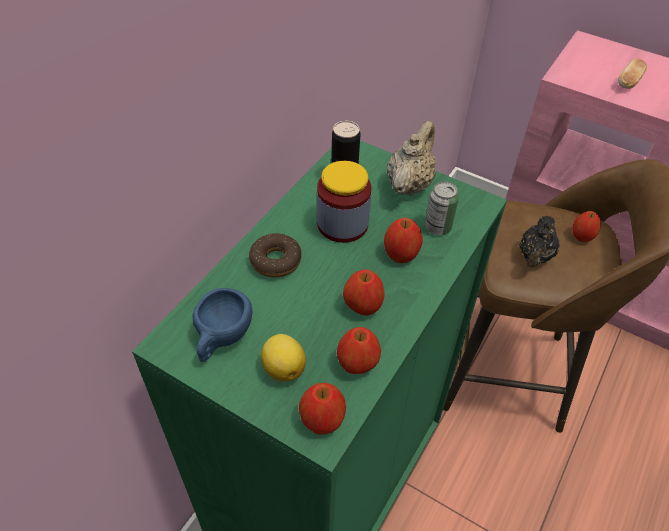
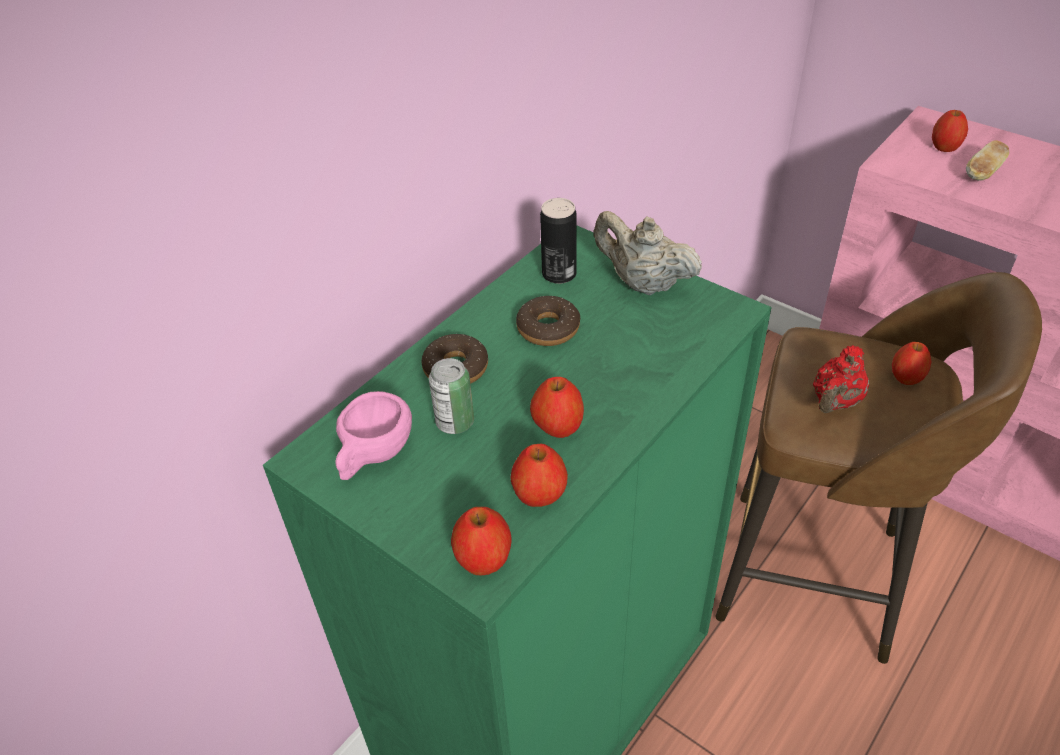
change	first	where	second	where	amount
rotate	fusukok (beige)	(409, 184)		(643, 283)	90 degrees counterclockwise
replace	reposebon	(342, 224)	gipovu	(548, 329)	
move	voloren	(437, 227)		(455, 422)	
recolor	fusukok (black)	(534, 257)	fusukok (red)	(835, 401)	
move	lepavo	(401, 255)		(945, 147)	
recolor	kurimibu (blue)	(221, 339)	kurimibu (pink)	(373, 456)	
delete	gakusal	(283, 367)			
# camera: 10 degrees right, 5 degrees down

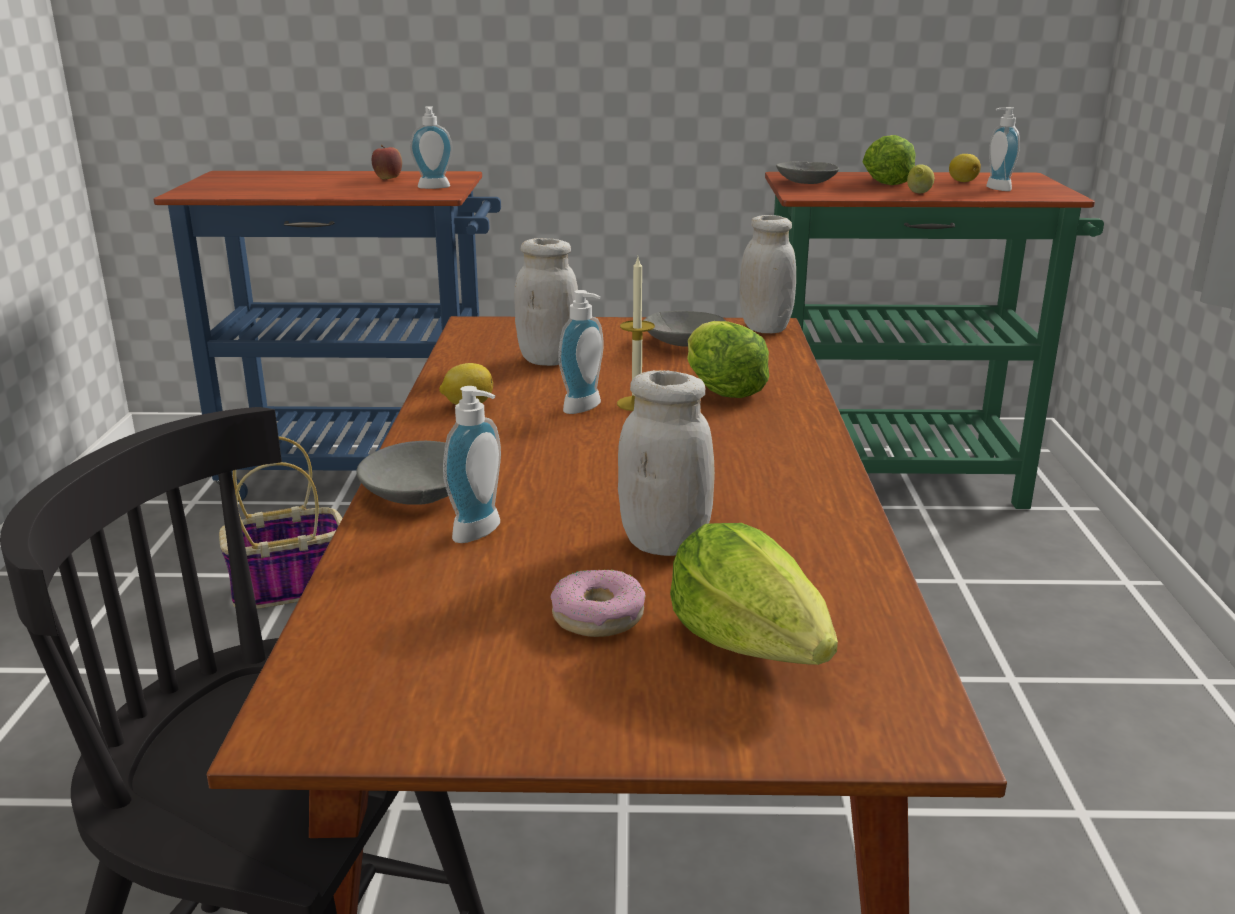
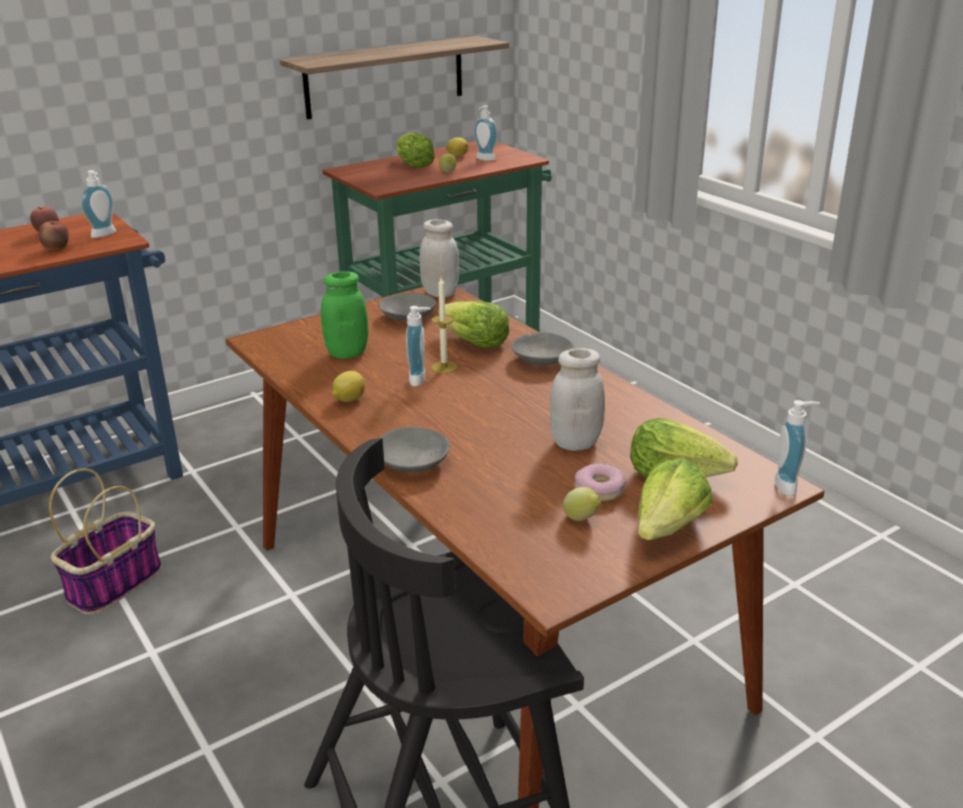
change	first	where	second	where	amount
move	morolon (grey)	(807, 182)		(542, 359)	
recolor	reposebon (white)	(548, 360)	reposebon (green)	(347, 353)	
move	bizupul	(482, 533)		(790, 485)	
insert			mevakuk	(385, 77)	
insert			lepavo	(57, 249)	
insert			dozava	(669, 527)	
insert			gakusal	(582, 519)	
# camera: 35 degrees left, 5 degrees up

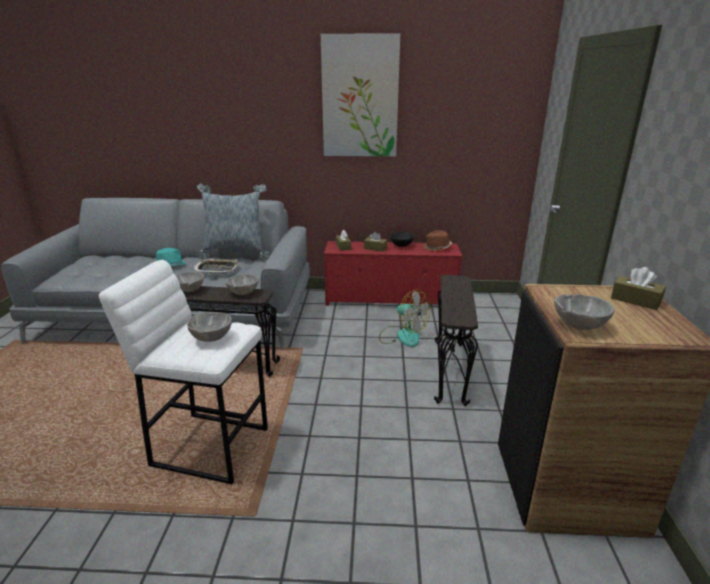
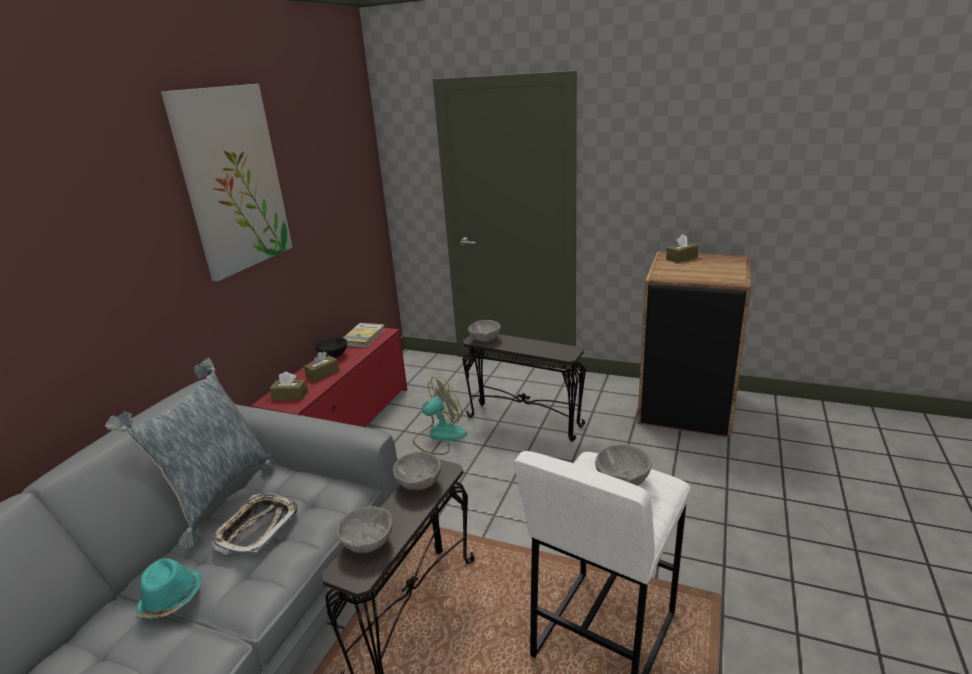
change	first	where	second	where	amount
replace	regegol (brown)	(437, 248)	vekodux	(363, 337)	
move	morolon (grey)	(578, 325)		(485, 340)	
# camera: 70 degrees left, 0 degrees up

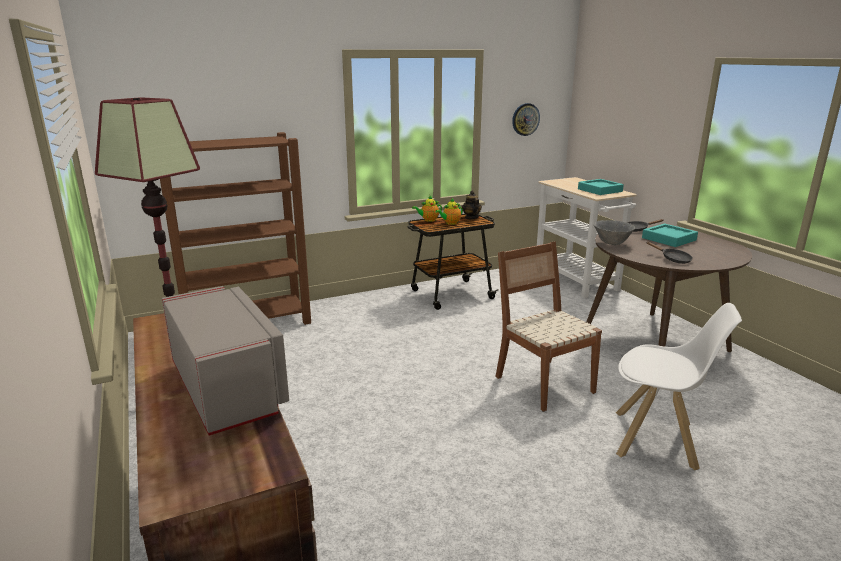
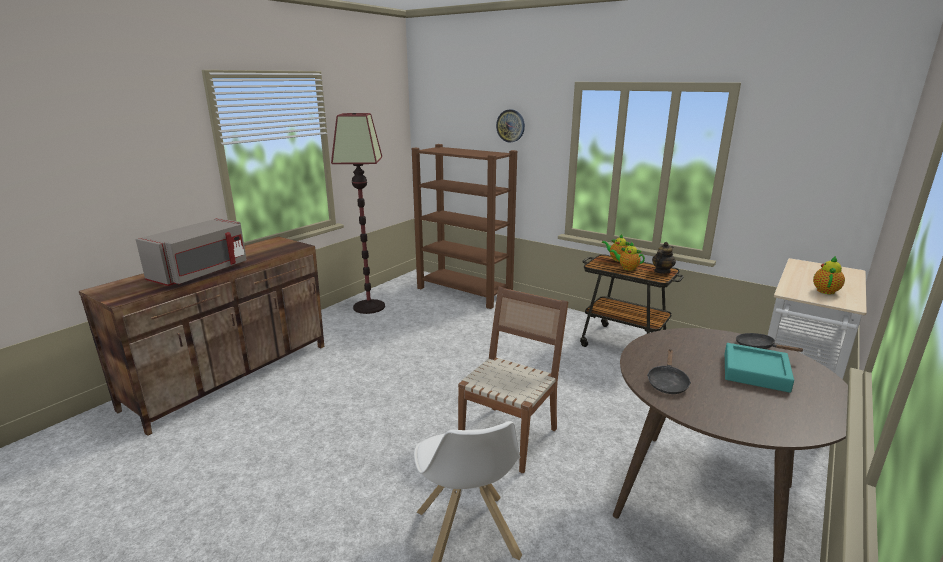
change	first	where	second	where	amount
move	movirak	(525, 119)		(510, 126)	
replace	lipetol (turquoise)	(600, 190)	fusukok	(825, 290)	
delete	morolon (grey)	(611, 243)			
# camera: 60 degrees right, 0 degrees up

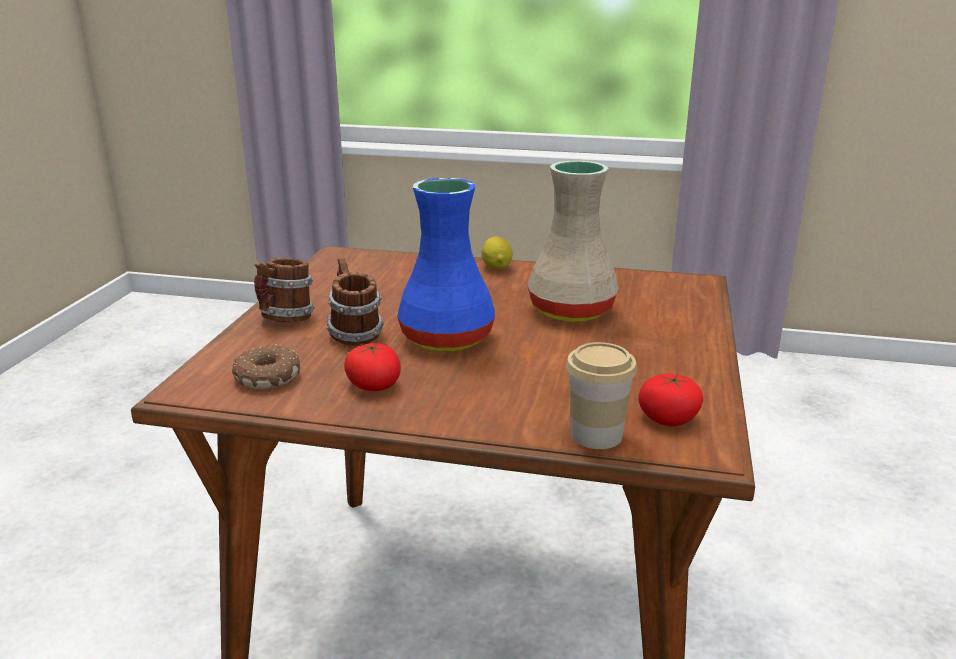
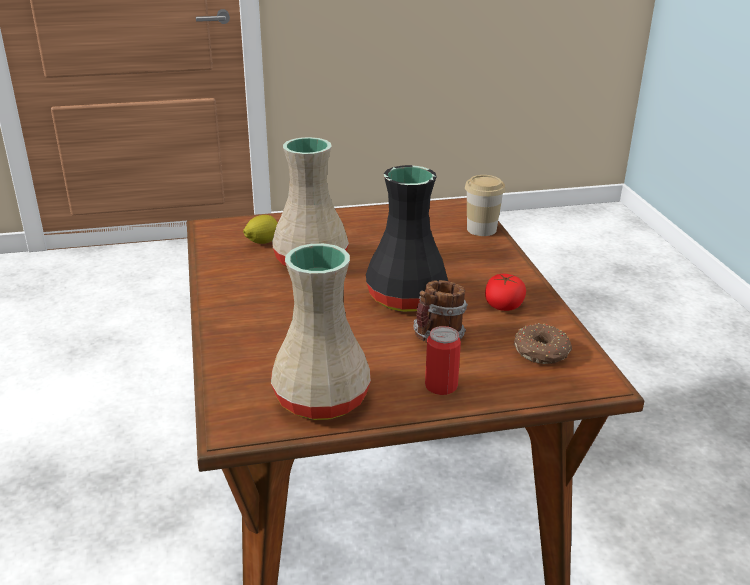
change	first	where	second	where	amount
recolor	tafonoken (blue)	(444, 337)	tafonoken (black)	(405, 299)	
move	gakusal	(496, 267)		(262, 242)	
replace	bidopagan	(286, 319)	voloren	(441, 386)	
delete	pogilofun	(668, 418)			
insert			tafonoken (beige)	(320, 401)	
# camera: 115 degrees left, 5 degrees up

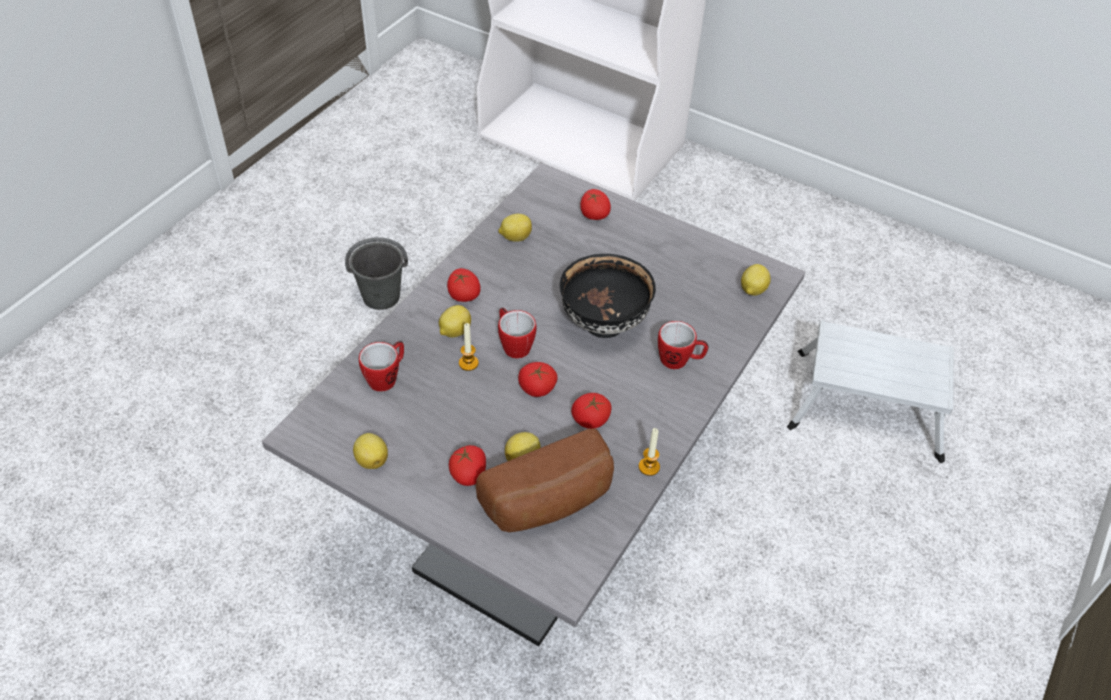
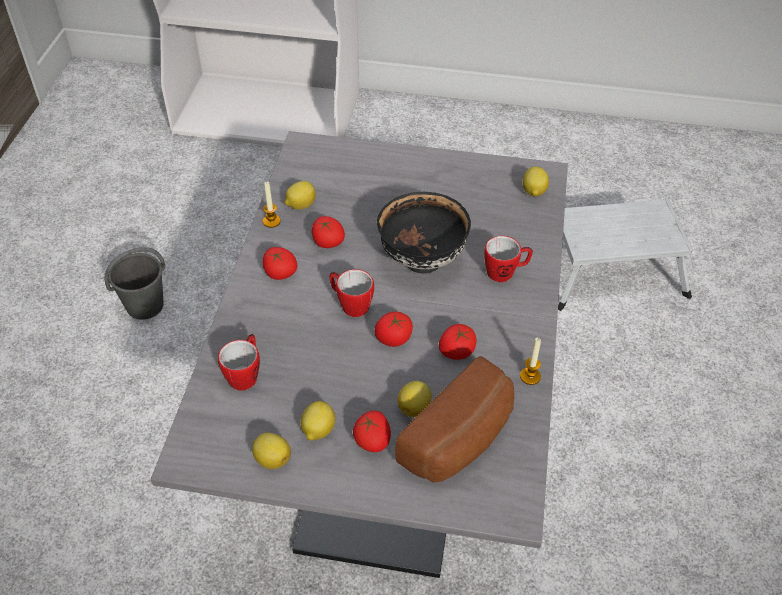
change	first	where	second	where	amount
move	pogilofun	(594, 215)		(327, 242)	
move	gakusal	(454, 331)		(318, 430)	
move	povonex	(468, 363)		(271, 221)	
# camera: 20 degrees left, 0 degrees up

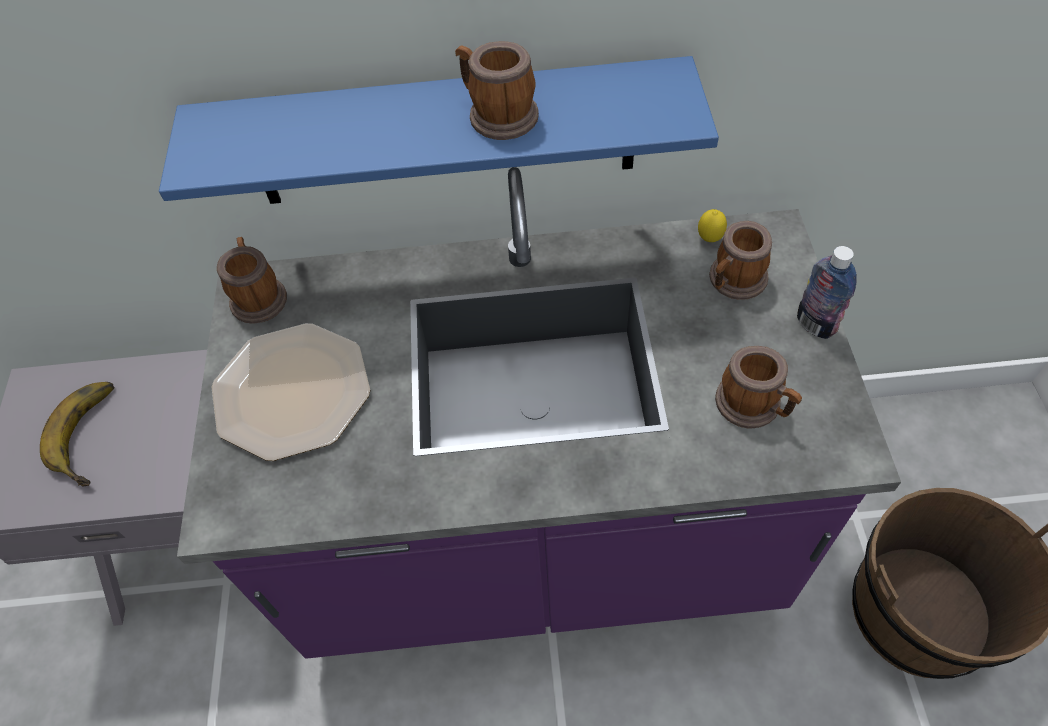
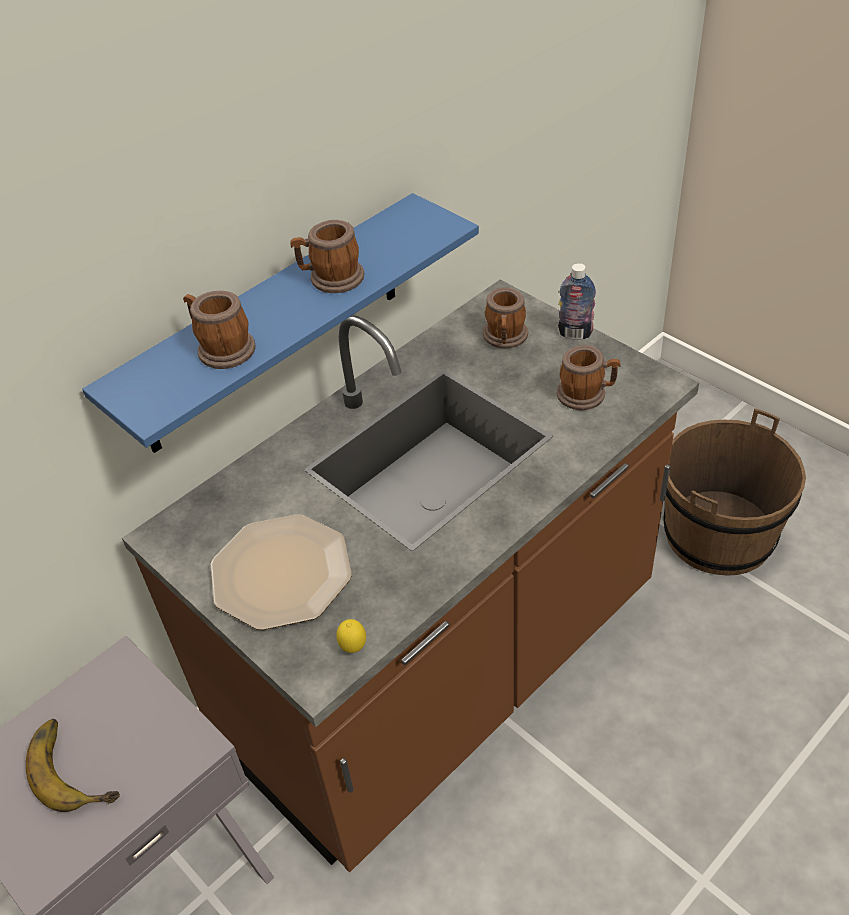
change	first	where	second	where	amount
recolor	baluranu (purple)	(538, 544)	baluranu (brown)	(443, 672)	
move	gakusal	(709, 240)		(353, 648)	
move	bidopagan	(258, 296)		(221, 348)	
# camera: 40 degrees left, 10 degrees down

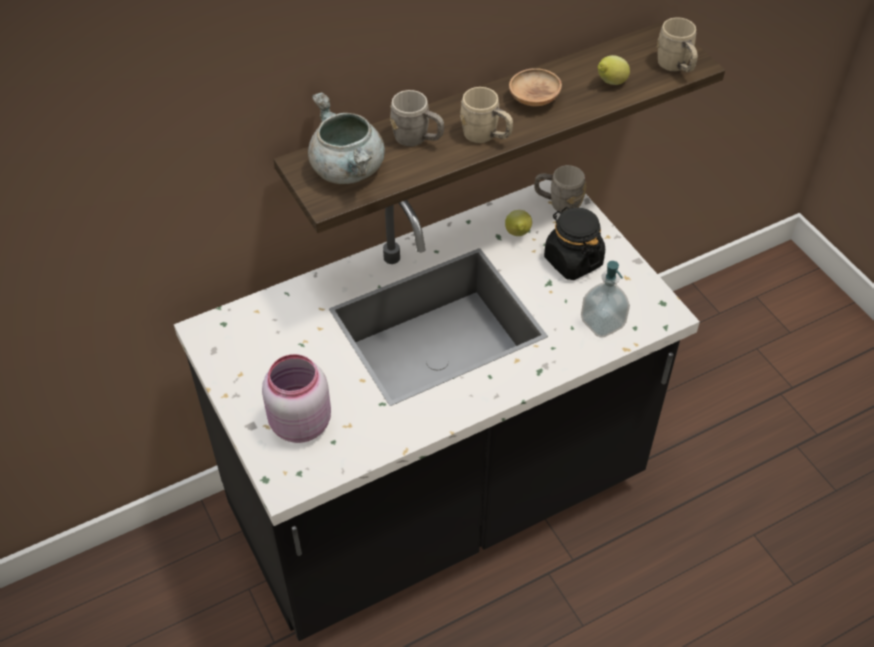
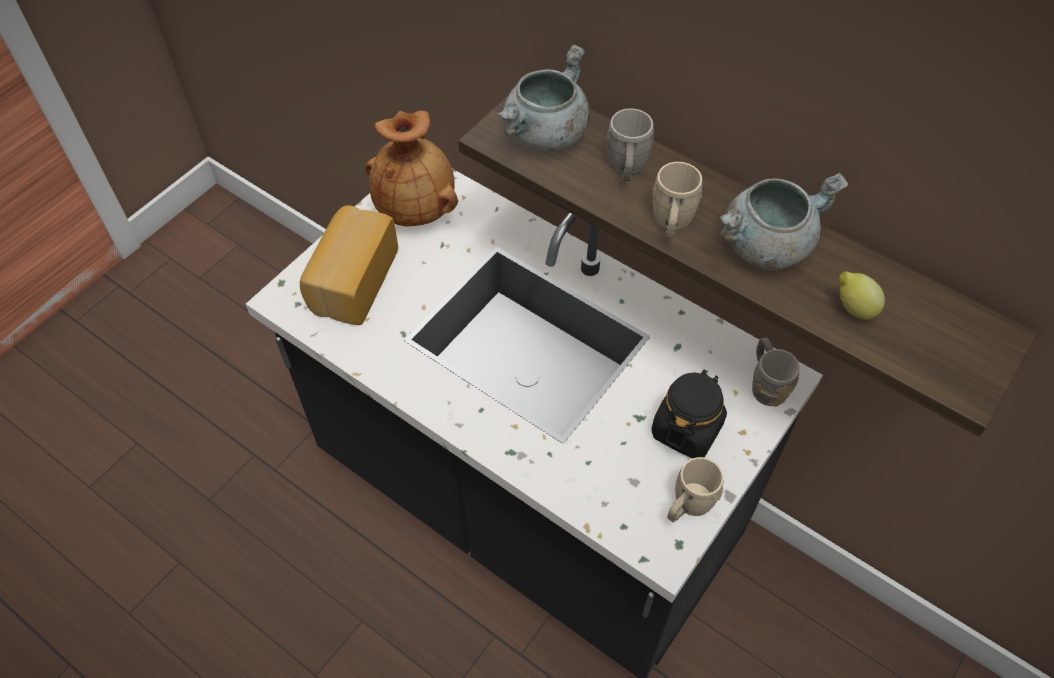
change	first	where	second	where	amount
move	bidopagan (beige)	(676, 67)		(688, 506)	
replace	morolon (brown)	(534, 99)	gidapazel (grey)	(765, 245)	
delete	gakusal	(518, 234)			
delete	bizupul	(602, 323)			
replace	reposebon (pink)	(298, 423)	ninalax	(351, 280)	
insert			tafonoken (brown)	(416, 208)	
# camera: 65 degrees right, 5 degrees up

